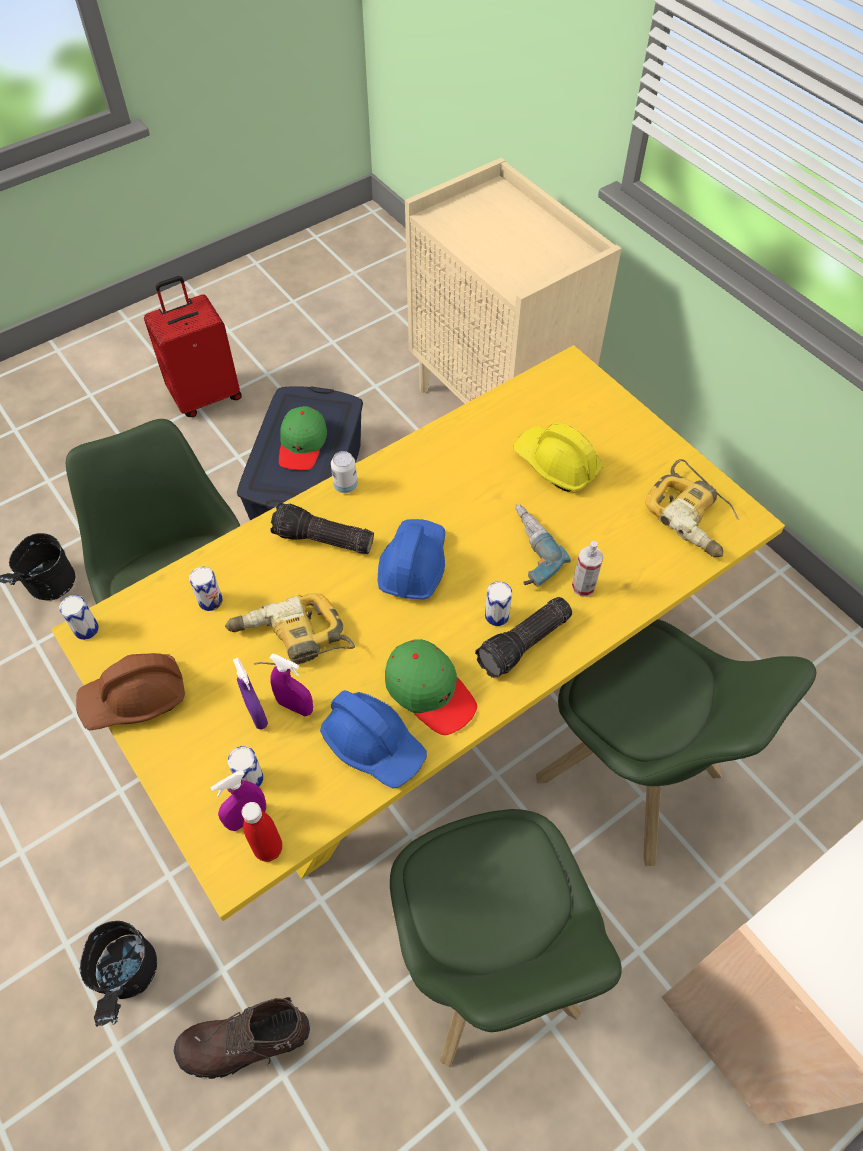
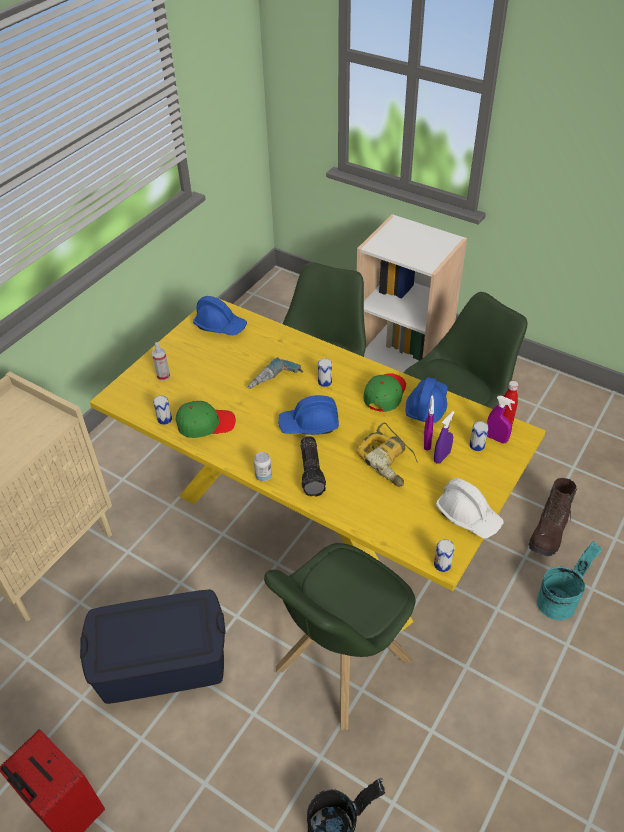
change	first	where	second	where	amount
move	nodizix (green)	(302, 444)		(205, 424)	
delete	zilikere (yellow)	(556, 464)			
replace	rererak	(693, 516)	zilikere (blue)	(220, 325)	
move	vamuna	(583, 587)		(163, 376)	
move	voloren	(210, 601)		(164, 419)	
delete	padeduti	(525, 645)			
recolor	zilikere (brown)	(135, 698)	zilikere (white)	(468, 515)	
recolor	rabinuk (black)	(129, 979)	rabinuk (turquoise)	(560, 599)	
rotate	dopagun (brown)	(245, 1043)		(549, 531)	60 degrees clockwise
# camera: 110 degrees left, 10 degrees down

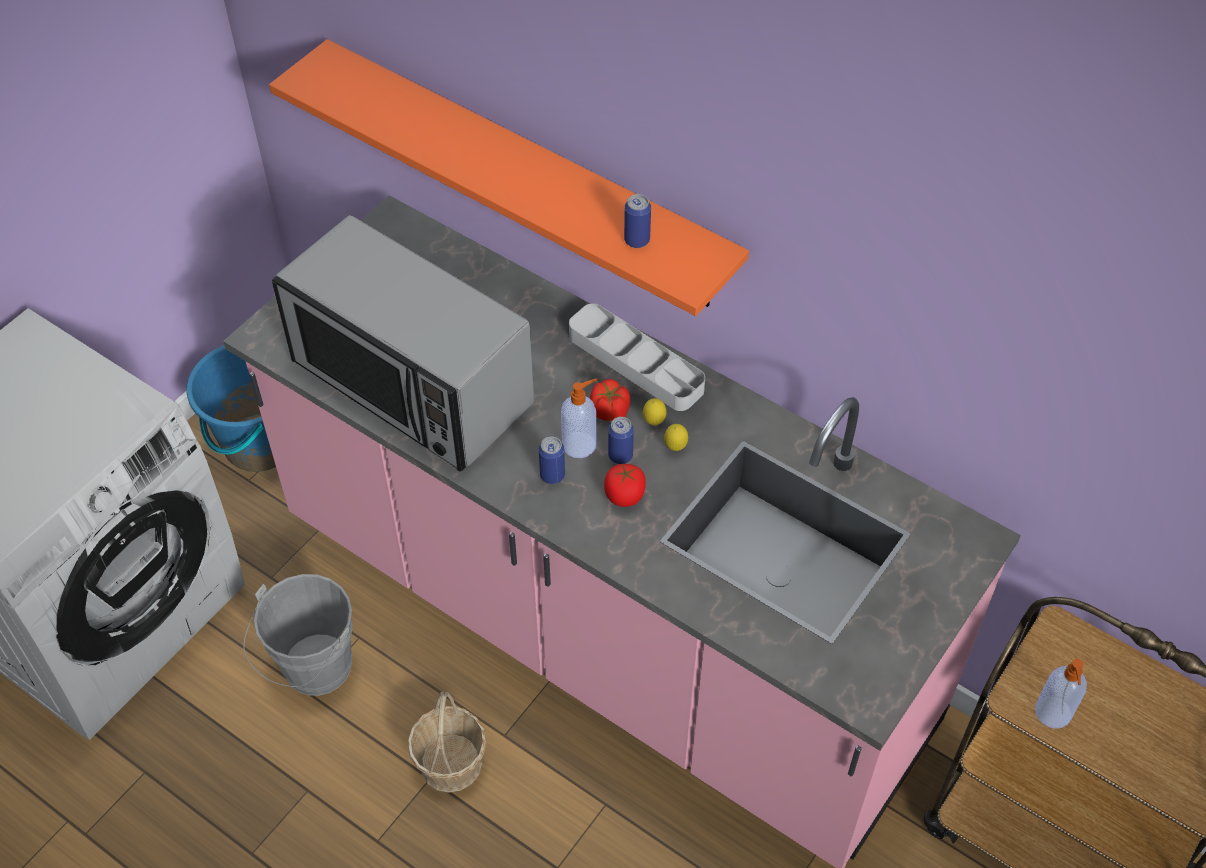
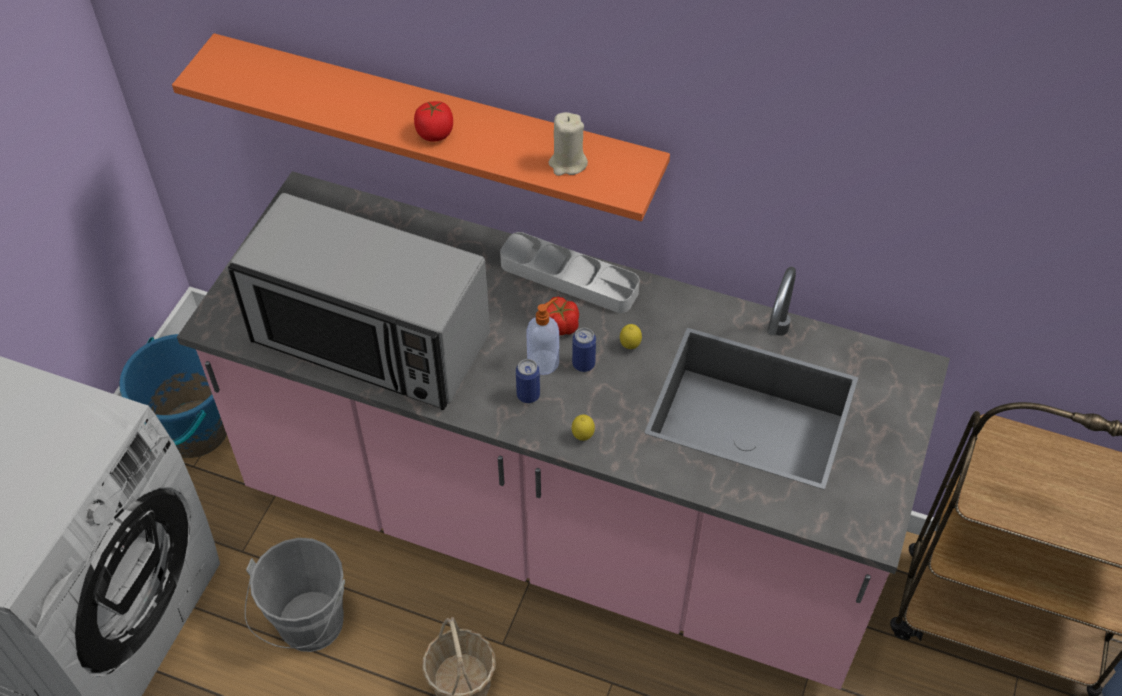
change	first	where	second	where	amount
replace	voloren	(637, 240)	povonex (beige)	(567, 163)	
move	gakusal	(654, 422)		(583, 437)	
move	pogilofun	(624, 495)		(435, 133)	
delete	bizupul	(1053, 714)			
# camera: 15 degrees left, 0 degrees up

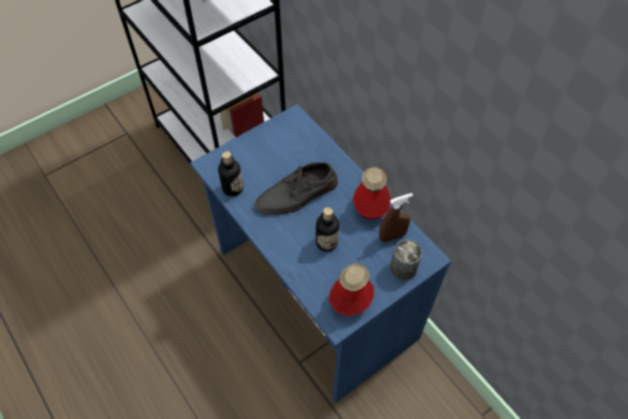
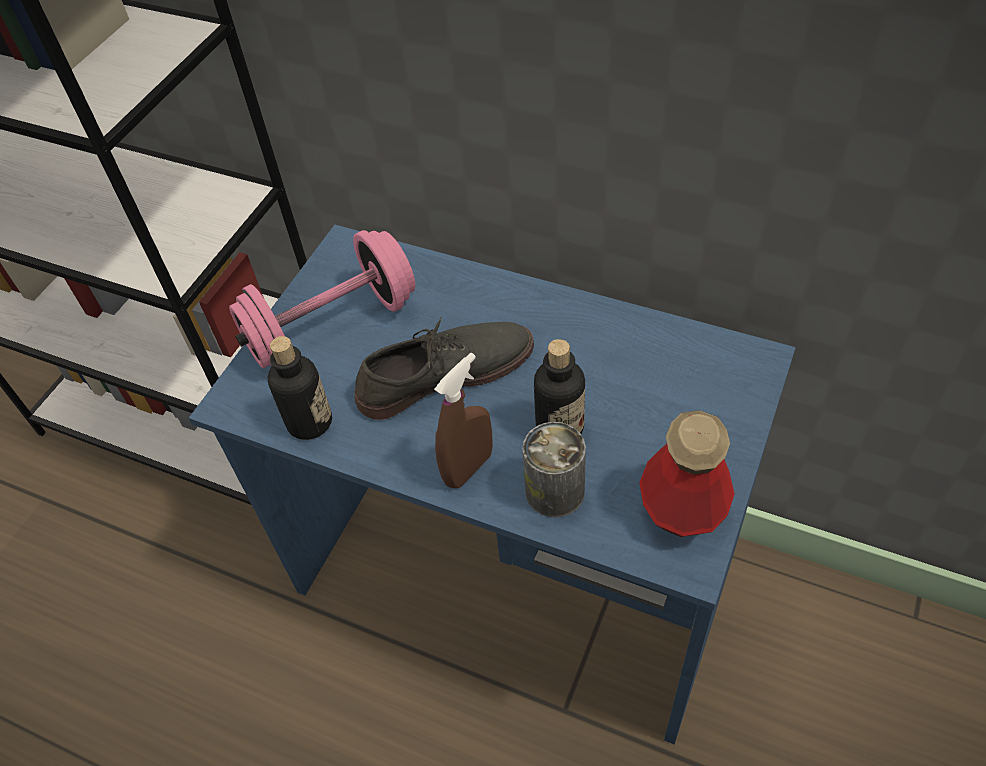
change	first	where	second	where	amount
rotate	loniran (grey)	(297, 195)		(445, 373)	150 degrees counterclockwise
delete	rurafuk	(370, 208)			
move	vamuna (brown)	(392, 236)		(468, 468)	
move	voloren	(403, 268)		(555, 491)	
insert			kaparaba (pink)	(333, 327)	
# camera: 25 degrees left, 5 degrees down

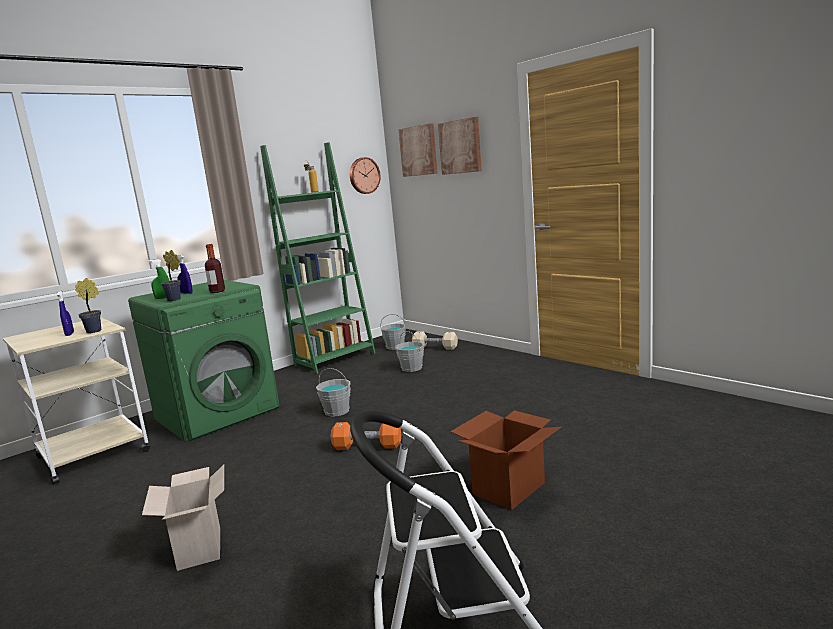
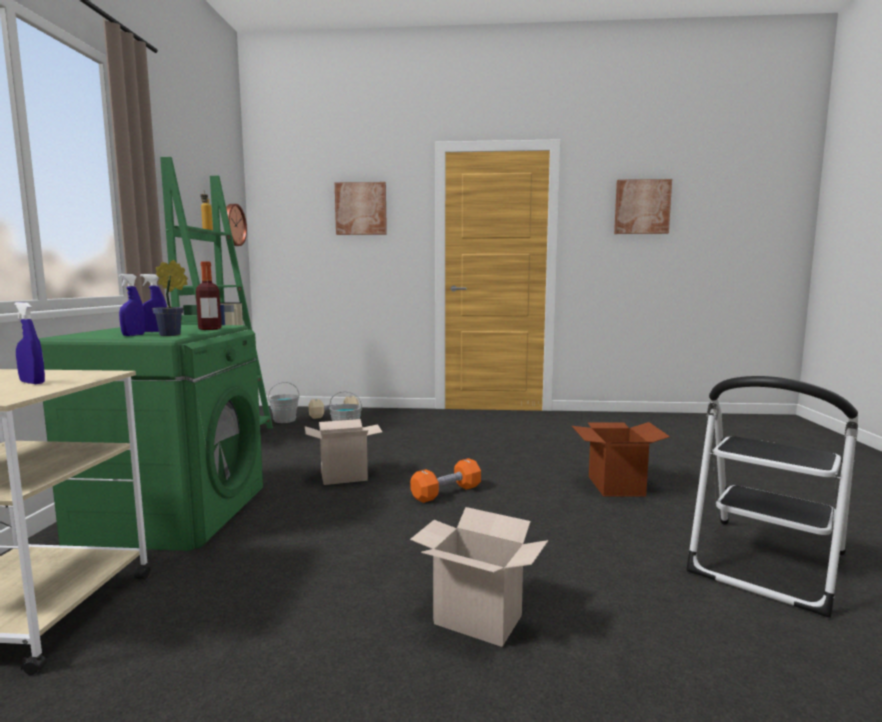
change	first	where	second	where	amount
move	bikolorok	(419, 151)		(642, 207)	
recolor	vamuna (green)	(163, 298)	vamuna (blue)	(133, 335)	
delete	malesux	(96, 331)			
replace	rabinuk (grey)	(337, 411)	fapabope	(345, 476)	
# camera: 45 degrees left, 5 degrees down

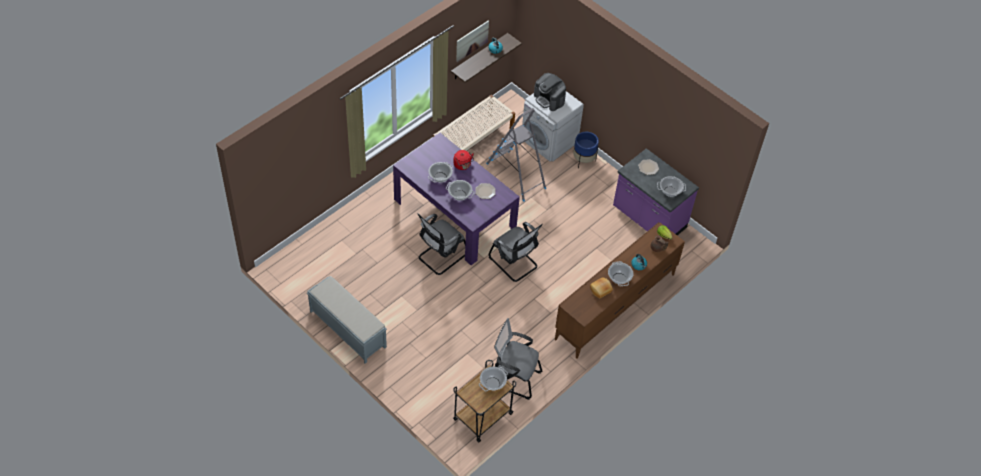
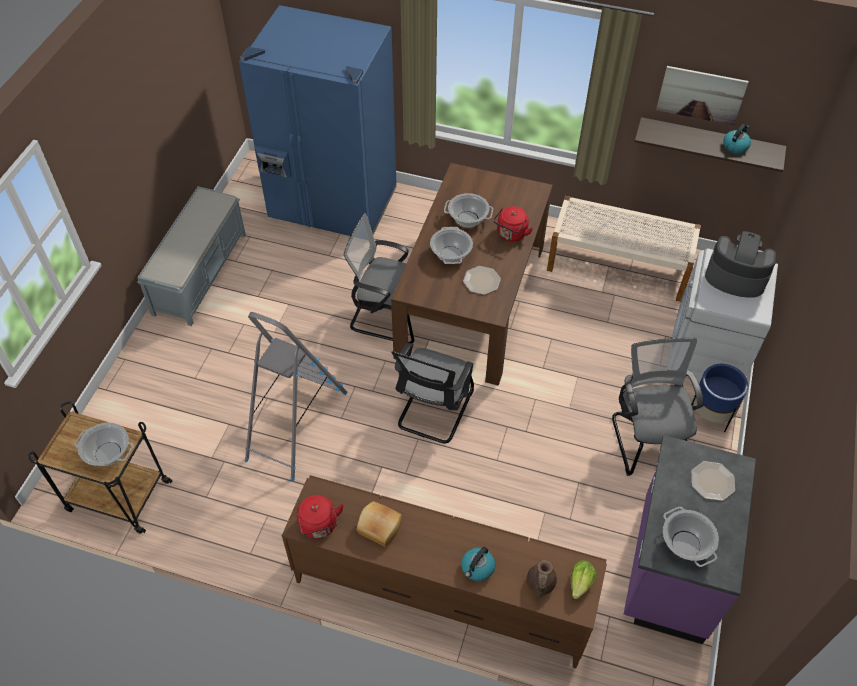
change	first	where	second	where	amount
rotate	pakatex	(549, 99)		(735, 277)	90 degrees clockwise
move	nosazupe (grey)	(515, 175)		(297, 425)	
recolor	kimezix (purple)	(455, 215)	kimezix (brown)	(472, 300)	
delete	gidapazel	(619, 278)			
move	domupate	(514, 377)		(646, 439)	
insert			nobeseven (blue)	(333, 204)	
insert			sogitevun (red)	(319, 526)	
# camera: 65 degrees right, 0 degrees up

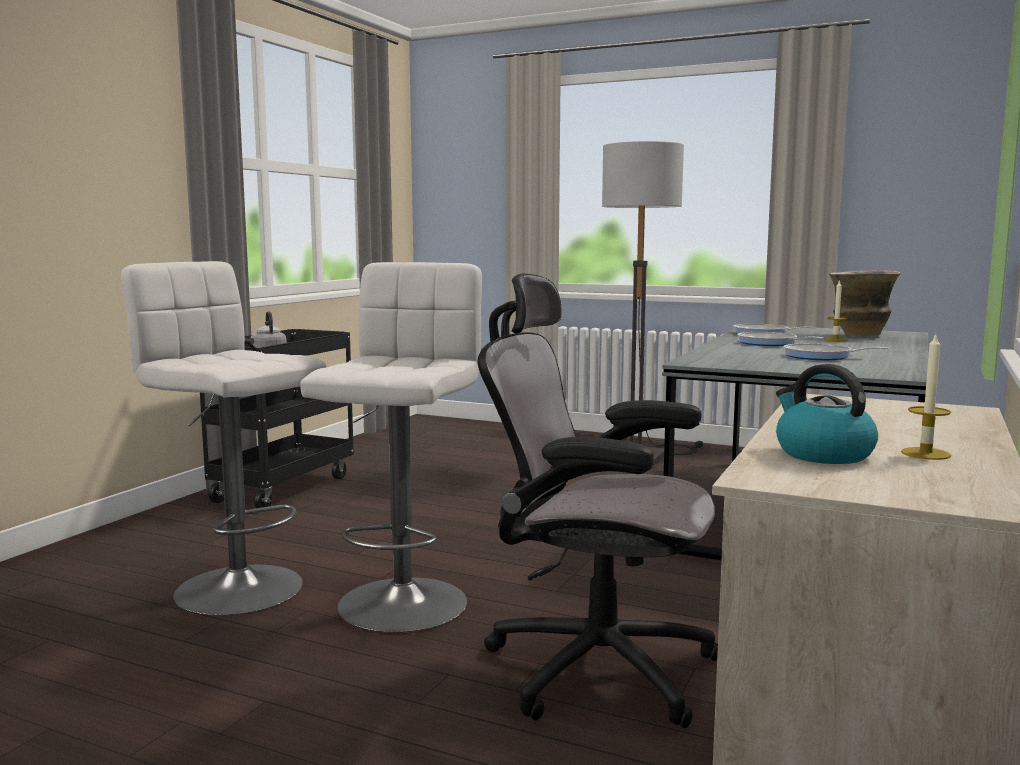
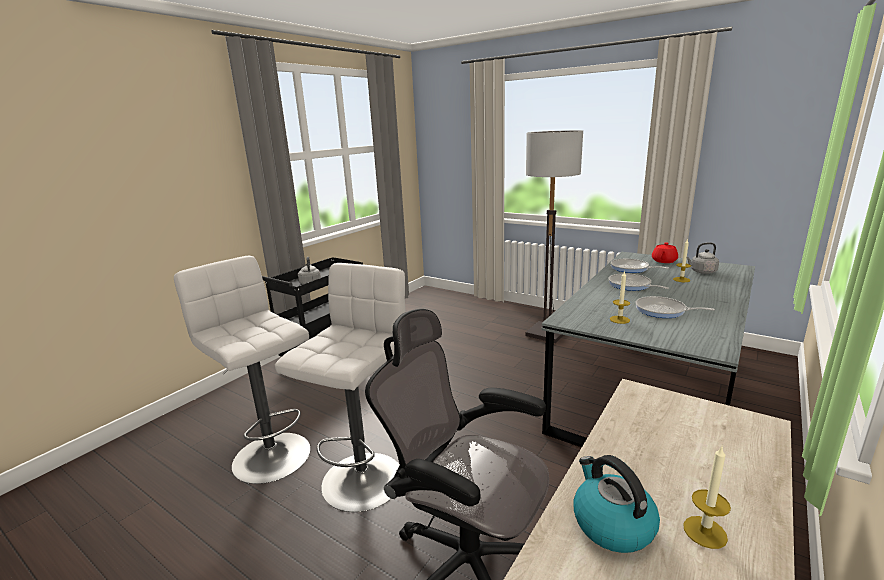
change	first	where	second	where	amount
replace	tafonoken	(860, 335)	sogitevun (grey)	(701, 272)	
insert			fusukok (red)	(663, 261)	
insert			povonex	(619, 319)	
# camera: 10 degrees right, 10 degrees up

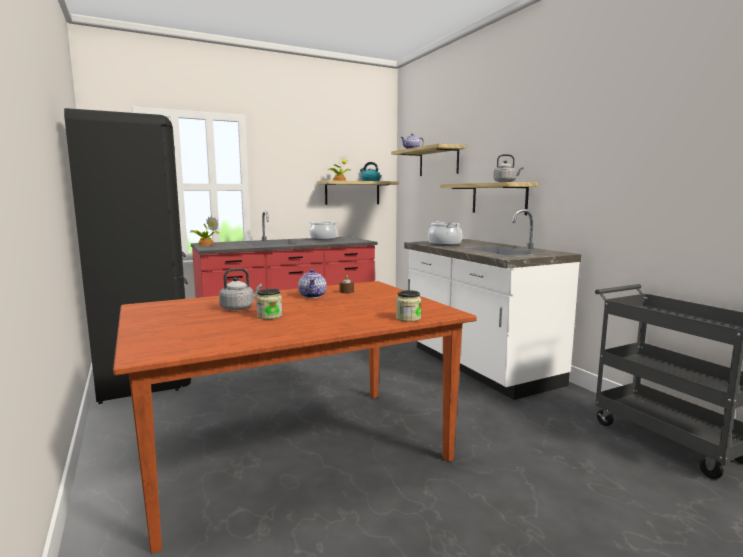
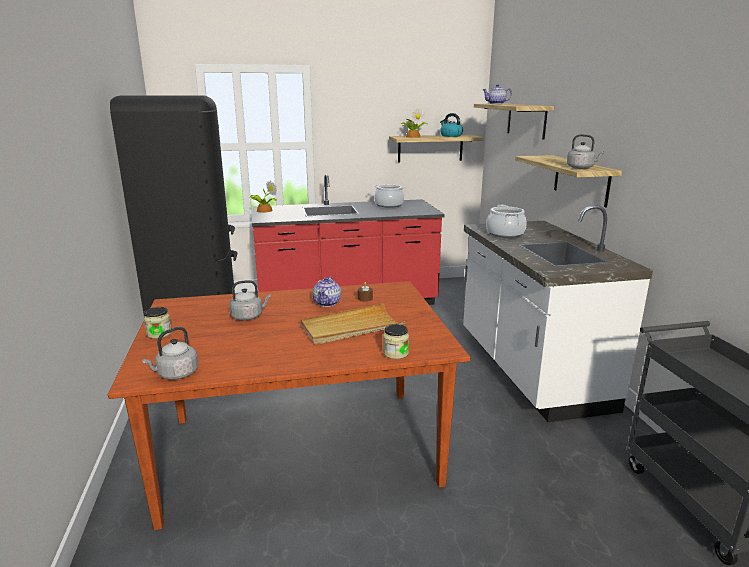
change	first	where	second	where	amount
move	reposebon	(269, 316)		(159, 333)	
insert			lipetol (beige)	(351, 327)	
insert			sogitevun (grey)	(176, 374)	
# camera: 15 degrees right, 10 degrees up

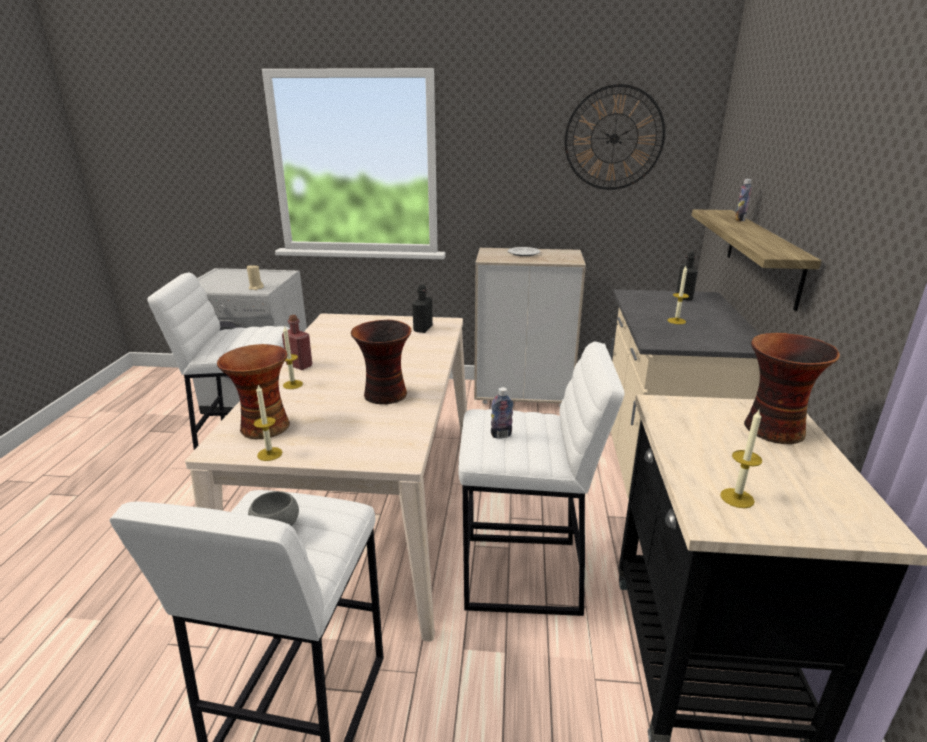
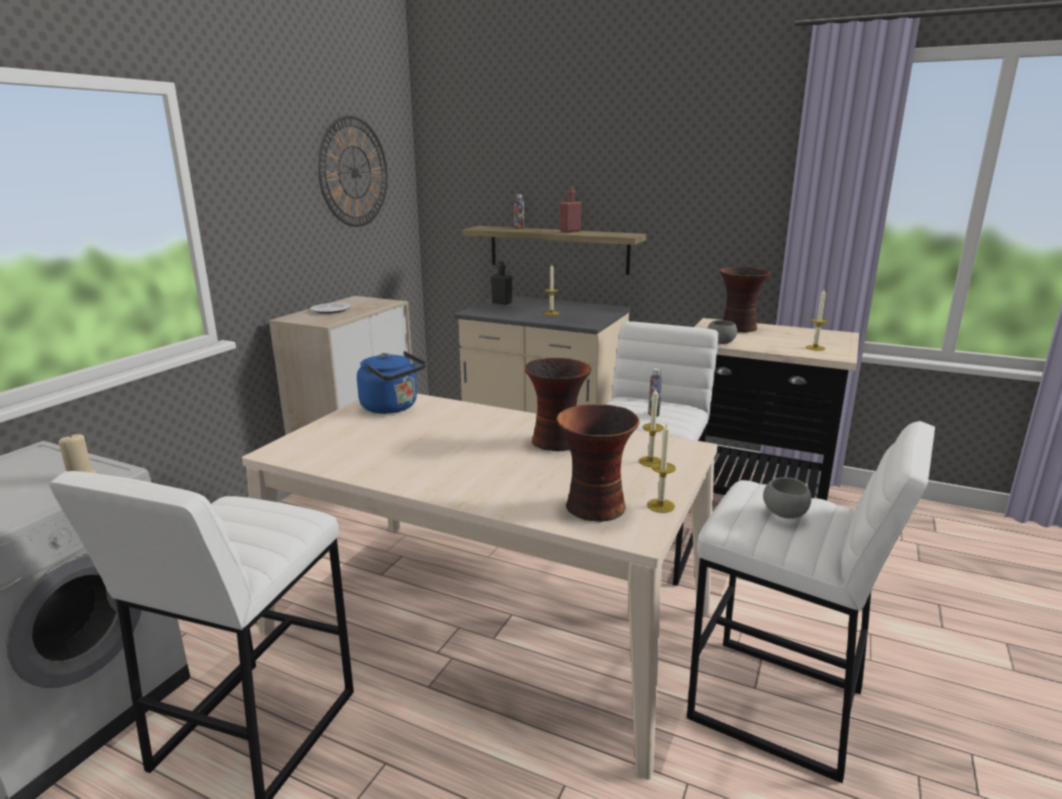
change	first	where	second	where	amount
replace	rurafuk (black)	(423, 329)	sogitevun (blue)	(392, 407)	
move	rurafuk (red)	(299, 365)		(570, 231)	
move	povonex	(292, 384)		(650, 461)	
insert			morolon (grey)	(721, 342)	
# camera: 70 degrees left, 5 degrees down

